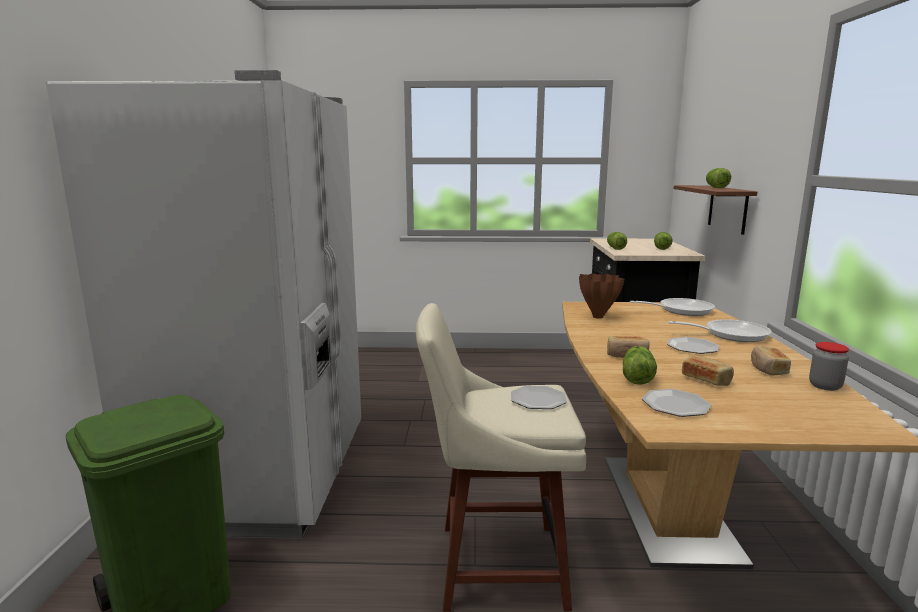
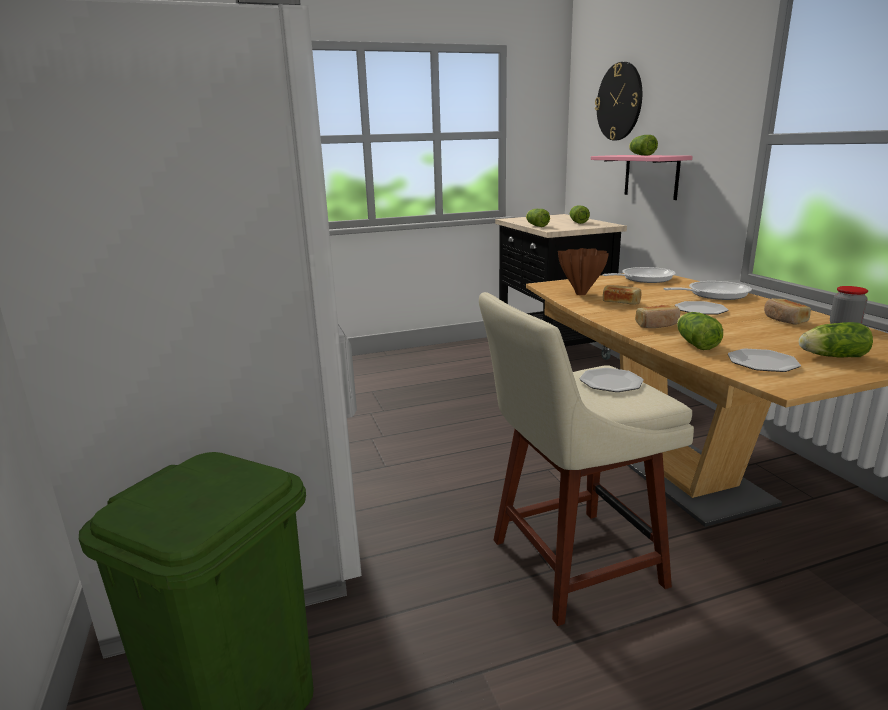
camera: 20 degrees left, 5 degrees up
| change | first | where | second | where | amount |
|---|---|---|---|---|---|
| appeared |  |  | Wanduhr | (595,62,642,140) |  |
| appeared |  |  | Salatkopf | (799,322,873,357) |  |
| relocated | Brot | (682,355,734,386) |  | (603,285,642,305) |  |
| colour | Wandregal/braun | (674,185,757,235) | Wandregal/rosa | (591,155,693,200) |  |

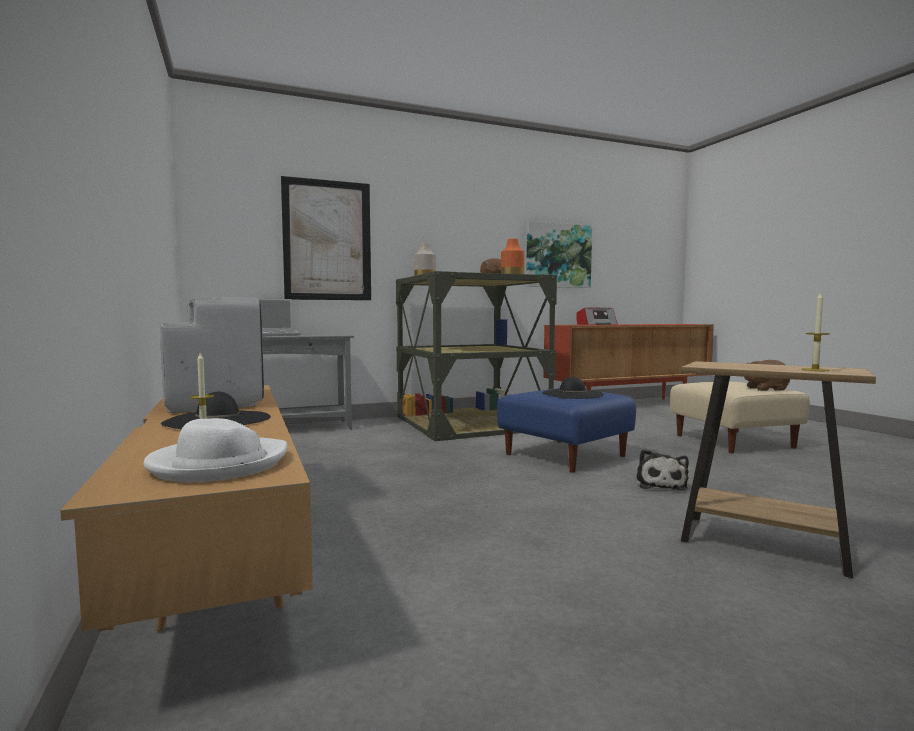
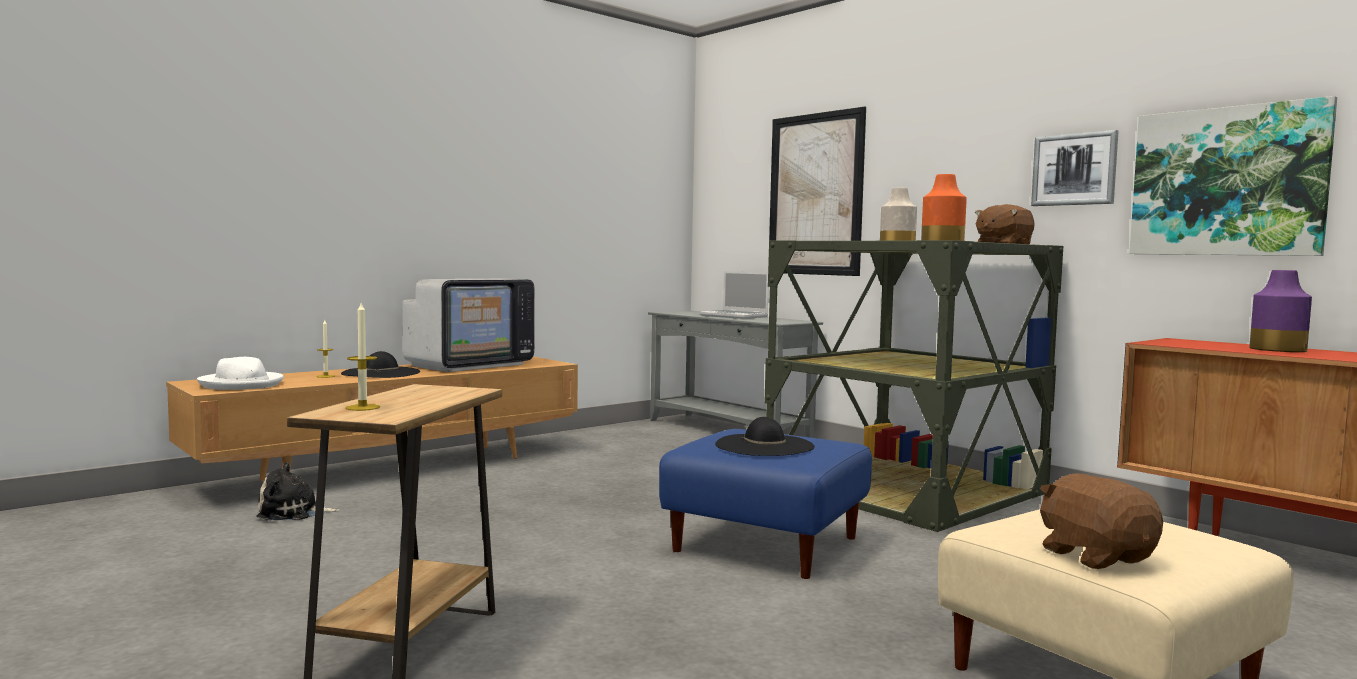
camera: 70 degrees right, 0 degrees up
| change | first | where | second | where | amount |
|---|---|---|---|---|---|
| appeared |  |  | Bild | (1031,130,1118,206) |  |
| relocated | Plüschtier | (637,449,689,491) |  | (256,462,340,520) |  |
| exchanged | Radio | (576,308,618,325) | Vase/lila | (1249,270,1312,352) |  |

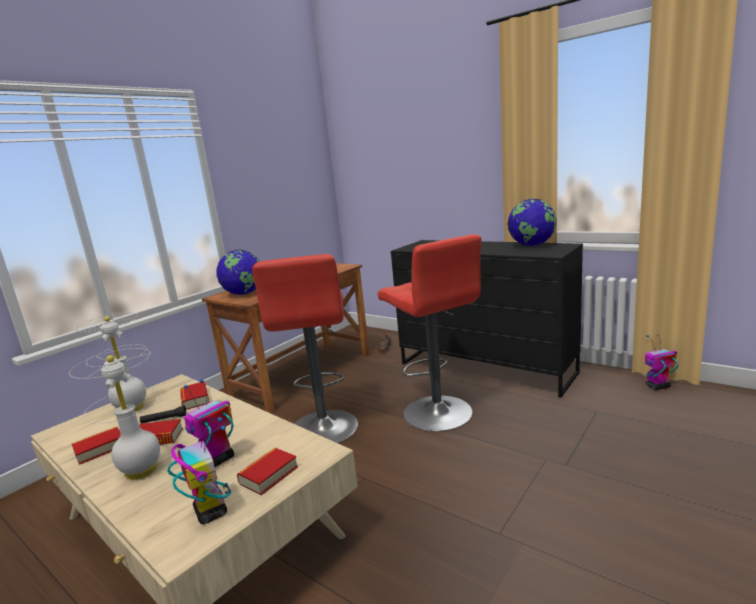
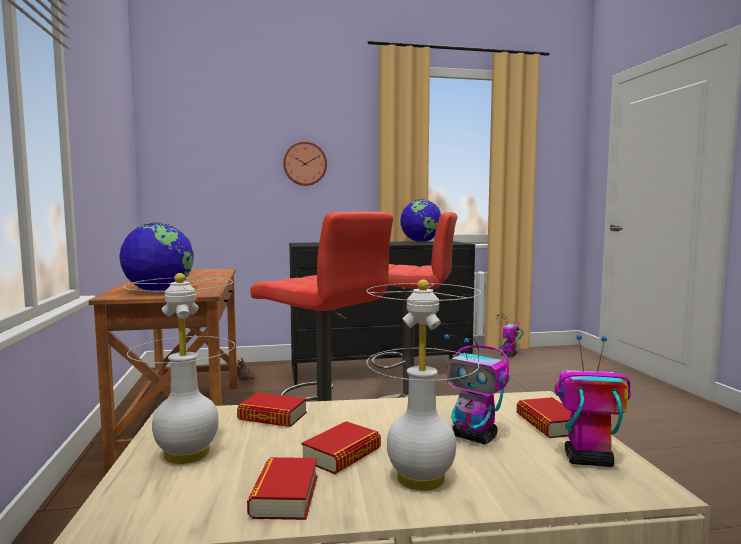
camera: 50 degrees left, 10 degrees down
| change | first | where | second | where | amount |
|---|---|---|---|---|---|
| missing | Taschenlampe/schwarz | (140,406,186,424) |  |  |  |
| appeared |  |  | Wanduhr | (283,142,327,186) |  |
| spun | Spielzeugroboter | (184,379,234,467) |  | (444,334,509,444) | 45 degrees counterclockwise |

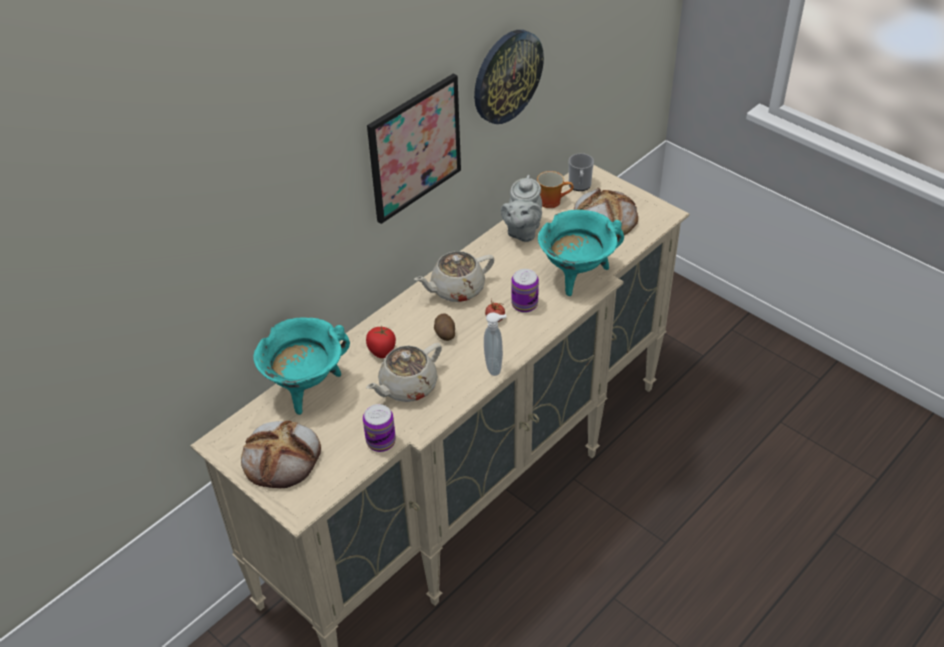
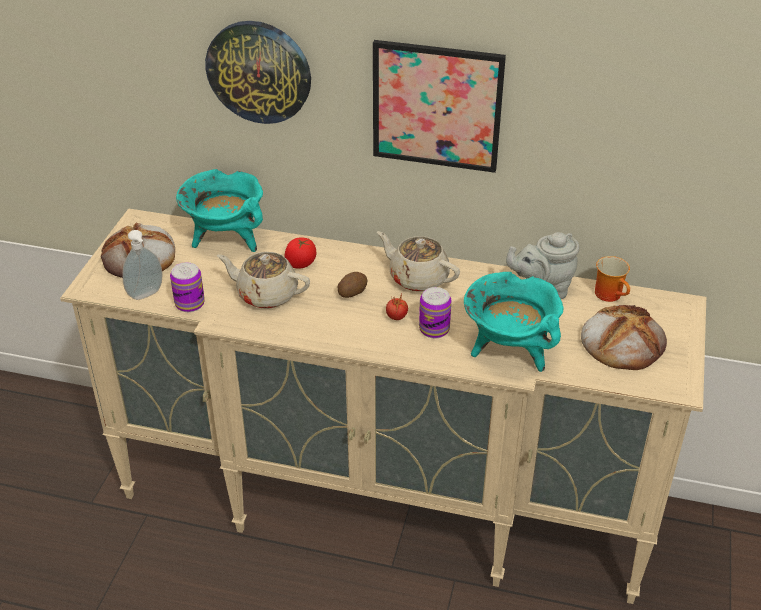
camera: 60 degrees right, 5 degrees down
| change | first | where | second | where | amount |
|---|---|---|---|---|---|
| missing | Henkelbecher | (568,153,594,191) |  |  |  |
| relocated | Wanduhr | (474,30,544,124) |  | (205,21,311,124) |  |
| relocated | Seifenspender | (484,313,506,376) |  | (122,230,163,300) |  |

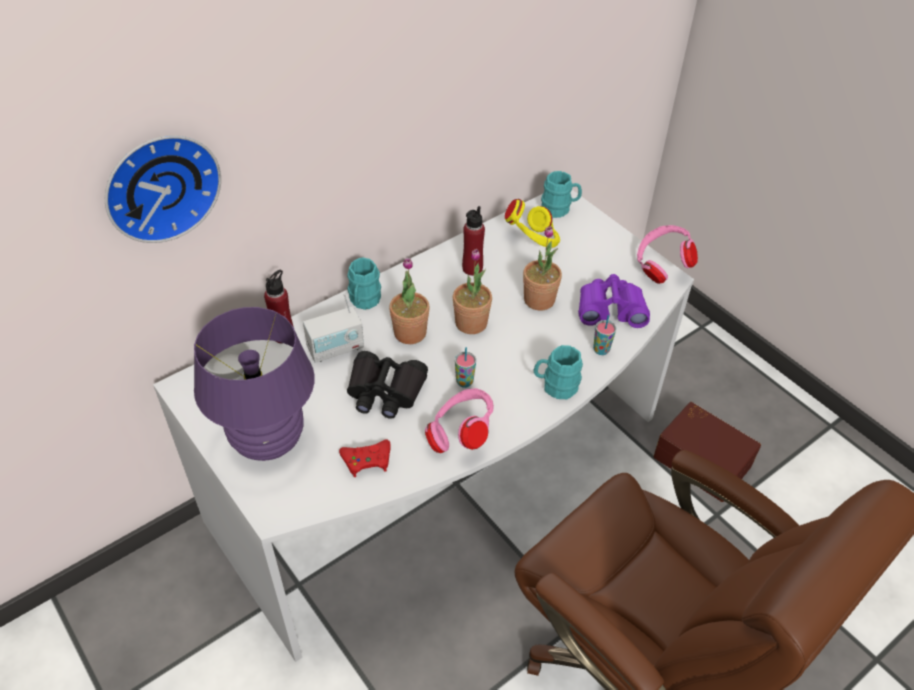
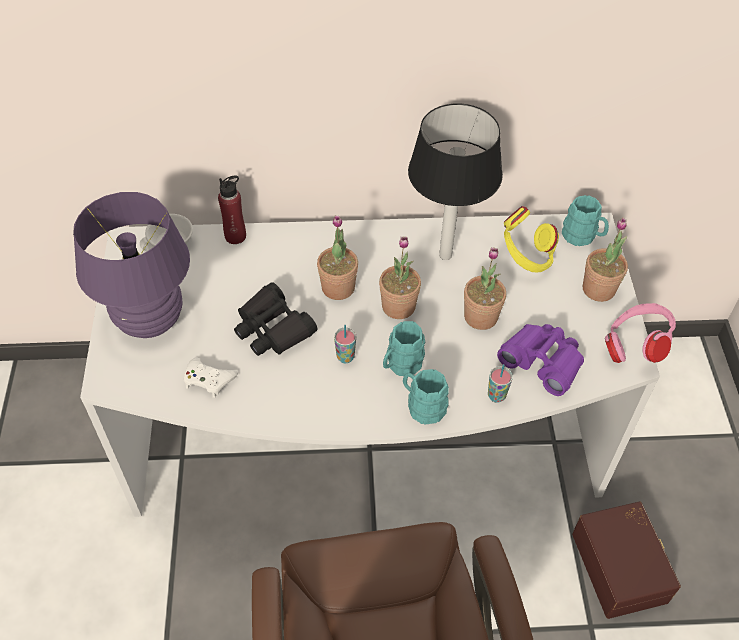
camera: 35 degrees right, 5 degrees up
| change | first | where | second | where | amount |
|---|---|---|---|---|---|
| missing | Wanduhr | (105,135,221,243) |  |  |  |
| missing | Radio | (303,293,364,363) |  |  |  |
| missing | Kopfhörer/rosa | (425,388,494,453) |  |  |  |
| appeared |  |  | Topfpflanze | (583,218,628,302) |  |
| relocated | Henkelbecher/türkis | (347,257,381,310) |  | (383,321,425,376) |  |
| exchanged | Flasche/rot | (462,206,485,276) | Tischlampe | (408,104,503,260) |  |
| colour | Gamepad/rot | (339,440,391,477) | Gamepad/weiß | (184,357,238,398) |  |

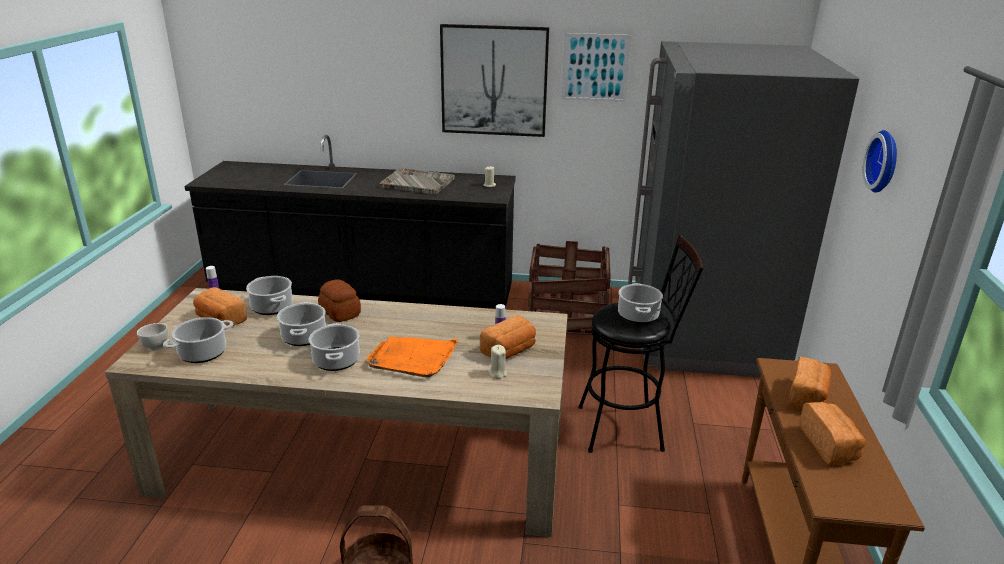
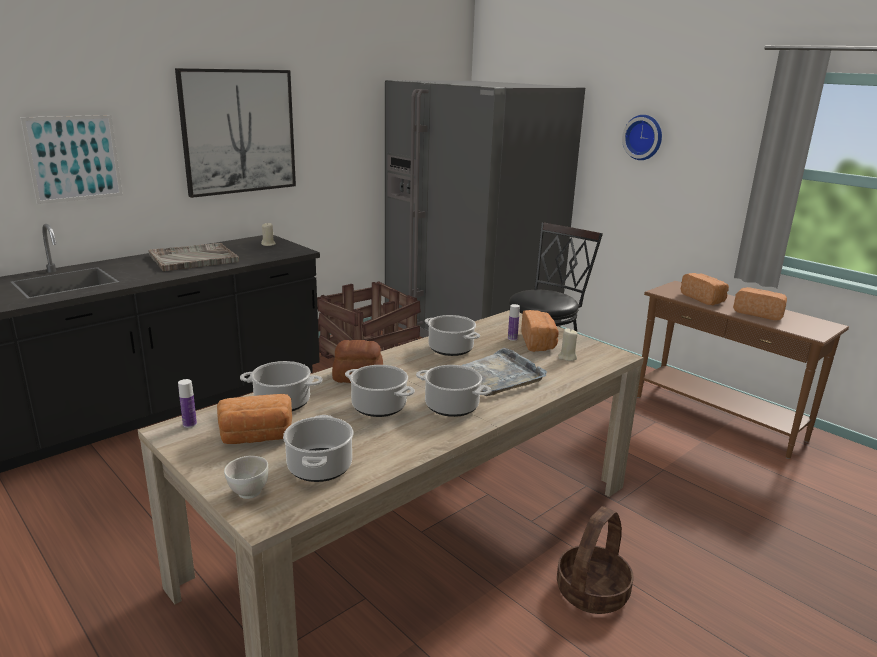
camera: 50 degrees left, 5 degrees down
| change | first | where | second | where | amount |
|---|---|---|---|---|---|
| relocated | Bild | (561,33,631,102) |  | (20,115,123,204) |  |
| relocated | Kochtopf | (618,283,663,324) |  | (425,315,480,356) |  |
| colour | Tablett/orange | (365,336,459,378) | Tablett/grau | (462,348,547,396) |  |

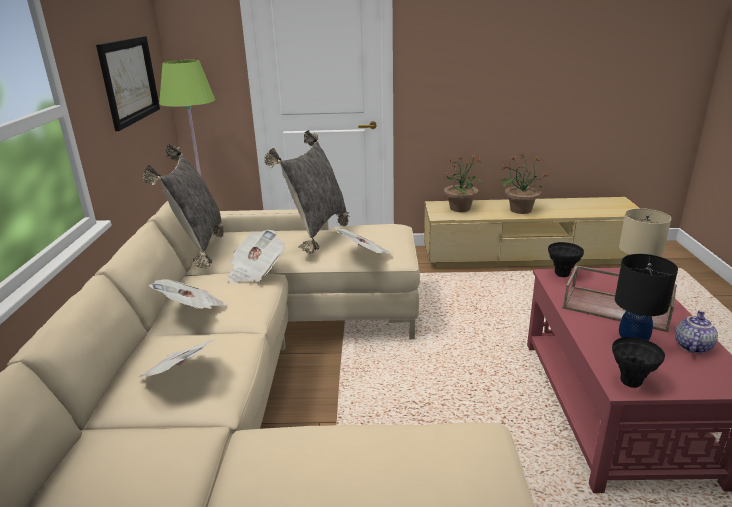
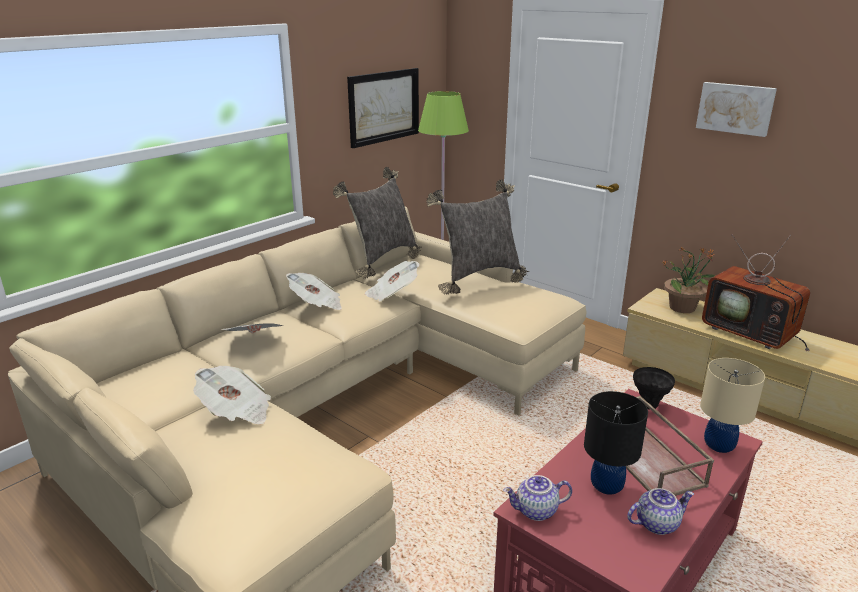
camera: 40 degrees right, 0 degrees up
| change | first | where | second | where | amount |
|---|---|---|---|---|---|
| appeared |  |  | Bild | (696,82,777,137) |  |
| relocated | Zeitung | (335,229,393,254) |  | (193,366,271,424) |  |
| exchanged | Topfpflanze | (500,154,548,214) | Fernseher | (702,234,810,352) |  |
| exchanged | Vase/schwarz | (612,337,665,388) | Teekanne | (503,475,572,521) |  |

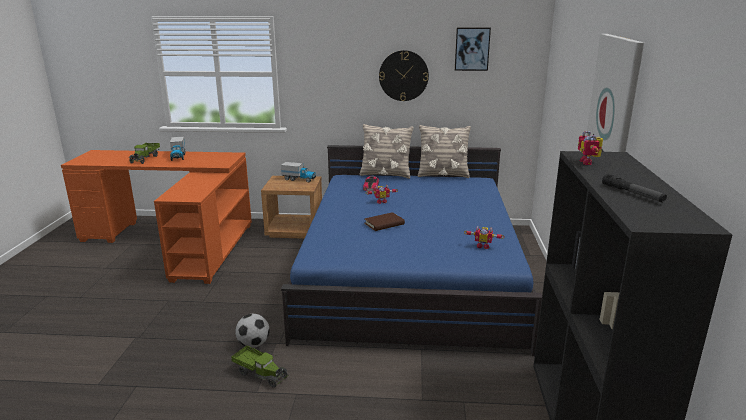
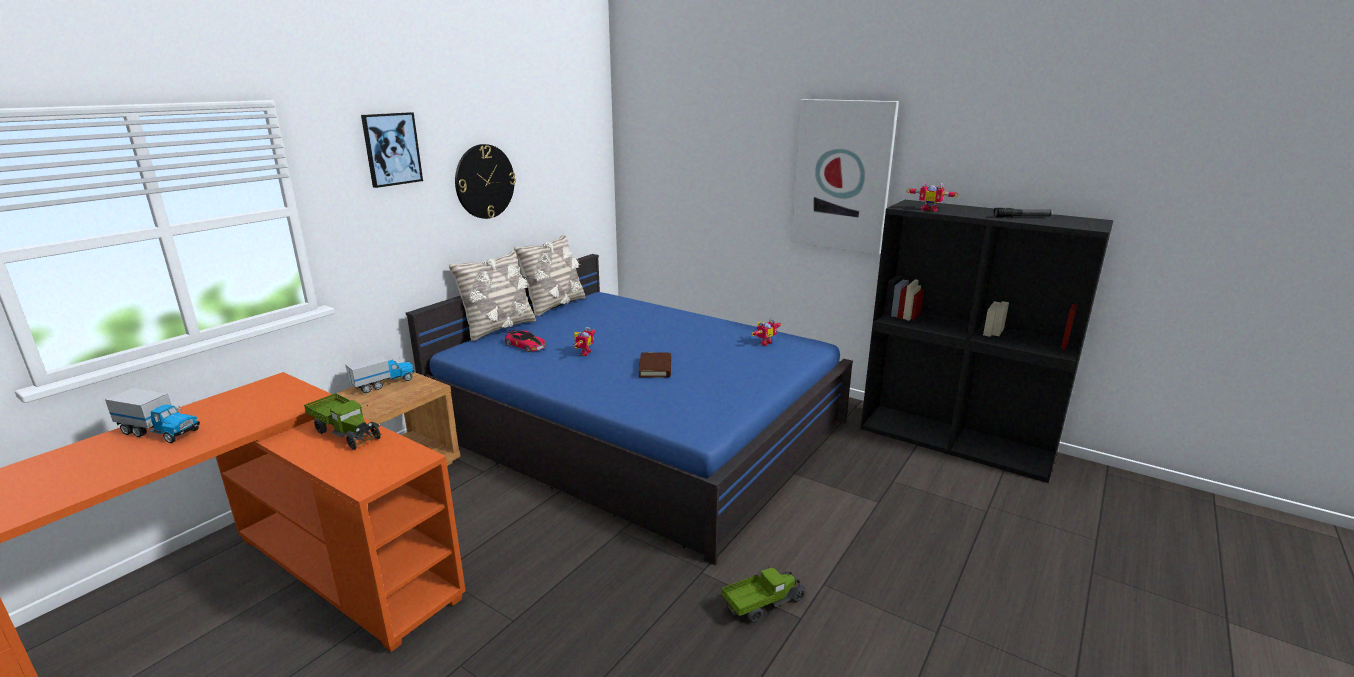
camera: 60 degrees left, 0 degrees up
| change | first | where | second | where | amount |
|---|---|---|---|---|---|
| missing | Fußball | (235,314,270,348) |  |  |  |
| relocated | Spielzeuglaster | (129,143,160,164) |  | (304,393,382,450) |  |
| relocated | Bild | (455,27,491,71) |  | (361,112,423,188) |  |

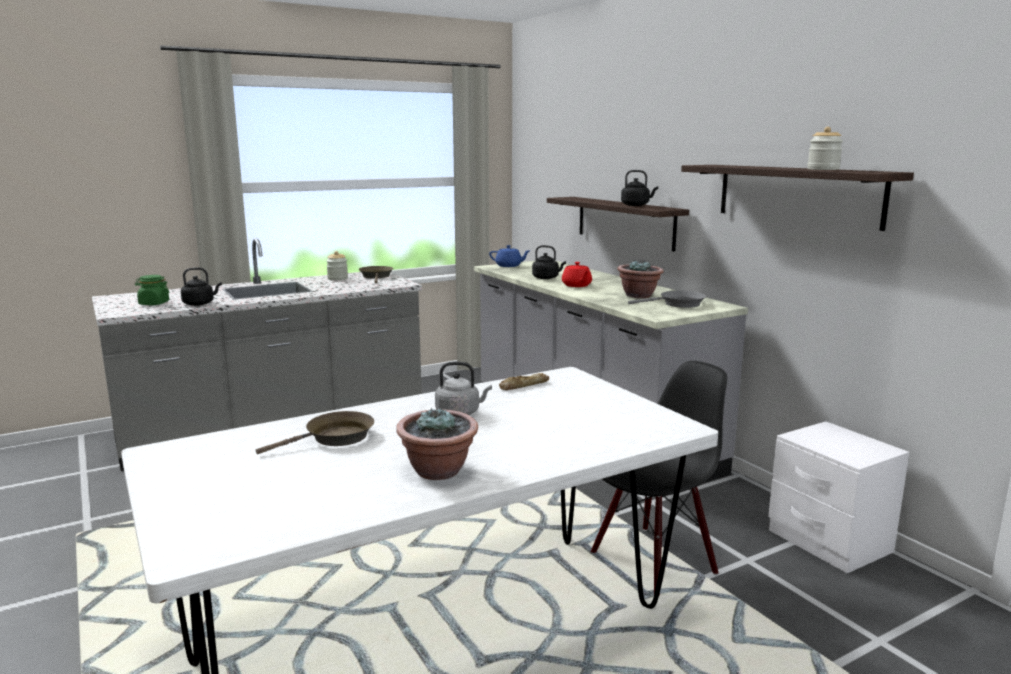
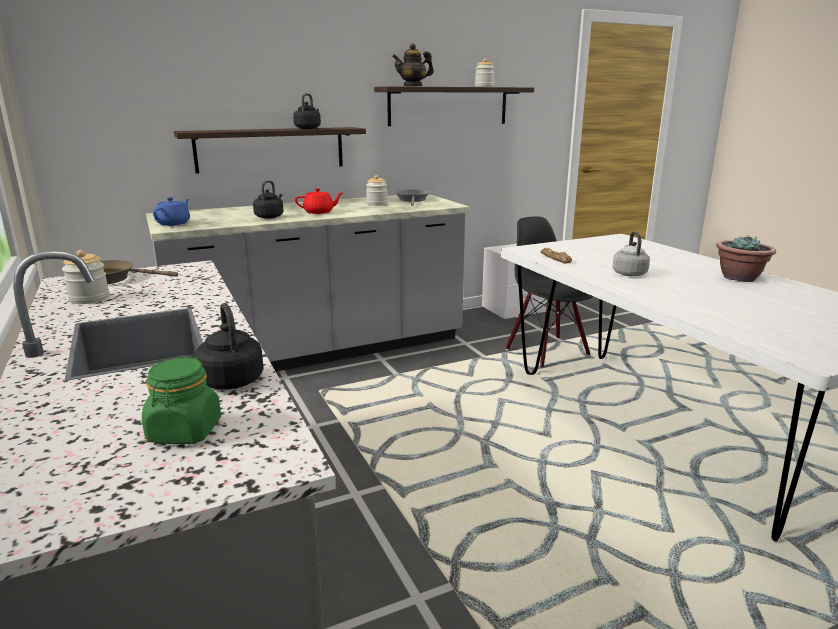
camera: 85 degrees left, 5 degrees up
| change | first | where | second | where | amount |
|---|---|---|---|---|---|
| missing | Pfanne/braun | (256,411,374,454) |  |  |  |
| appeared |  |  | Teekanne | (392,43,434,86) |  |
| exchanged | Topfpflanze | (617,259,664,298) | Vorratsglas | (366,175,387,206) |  |

